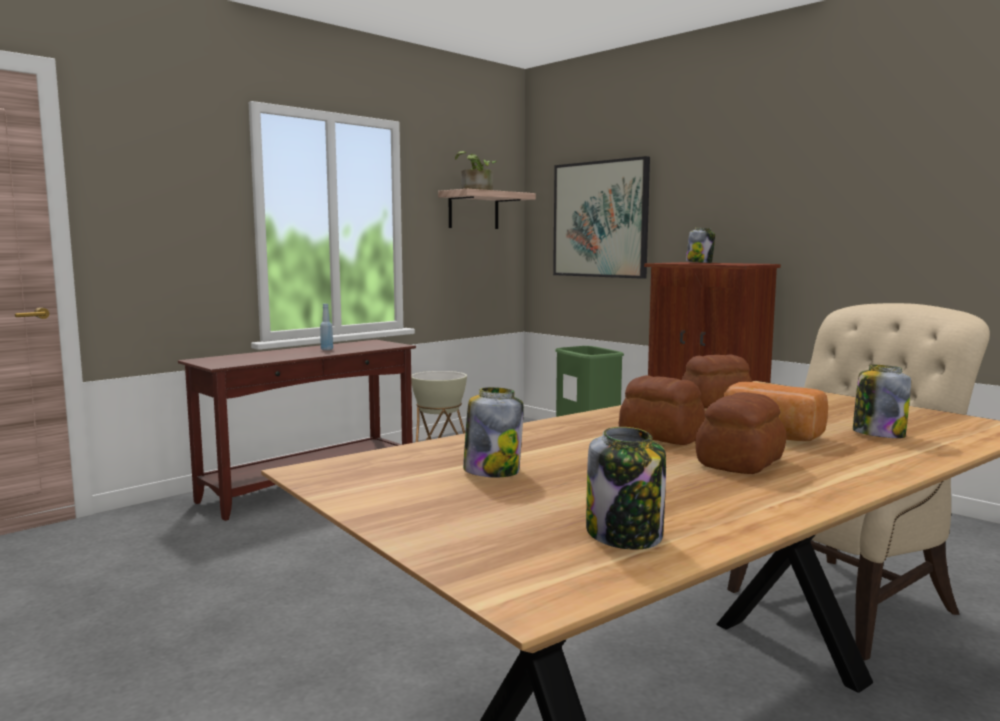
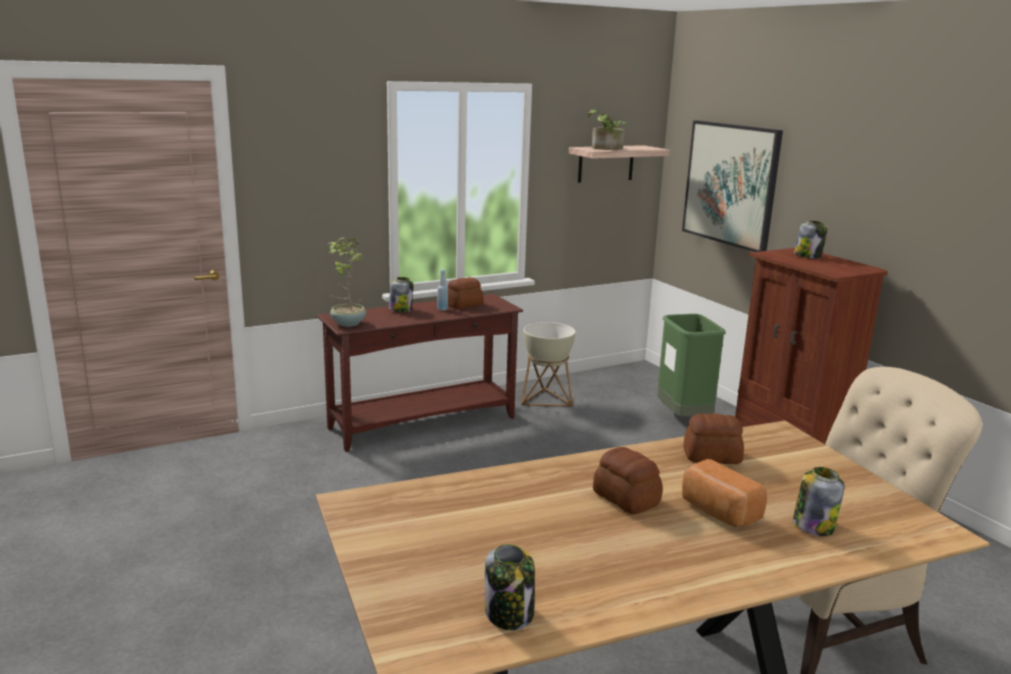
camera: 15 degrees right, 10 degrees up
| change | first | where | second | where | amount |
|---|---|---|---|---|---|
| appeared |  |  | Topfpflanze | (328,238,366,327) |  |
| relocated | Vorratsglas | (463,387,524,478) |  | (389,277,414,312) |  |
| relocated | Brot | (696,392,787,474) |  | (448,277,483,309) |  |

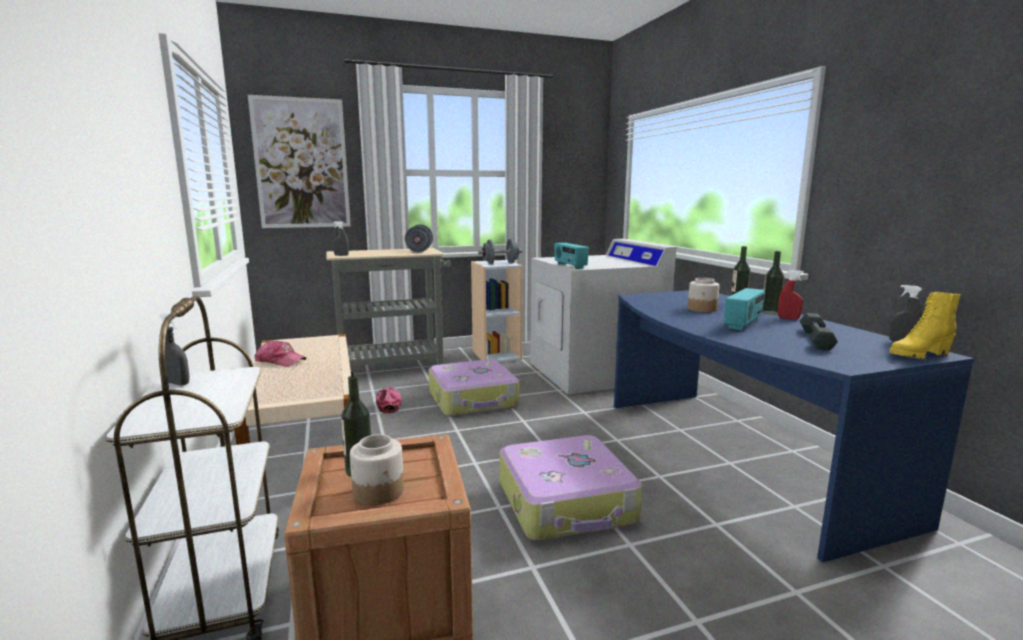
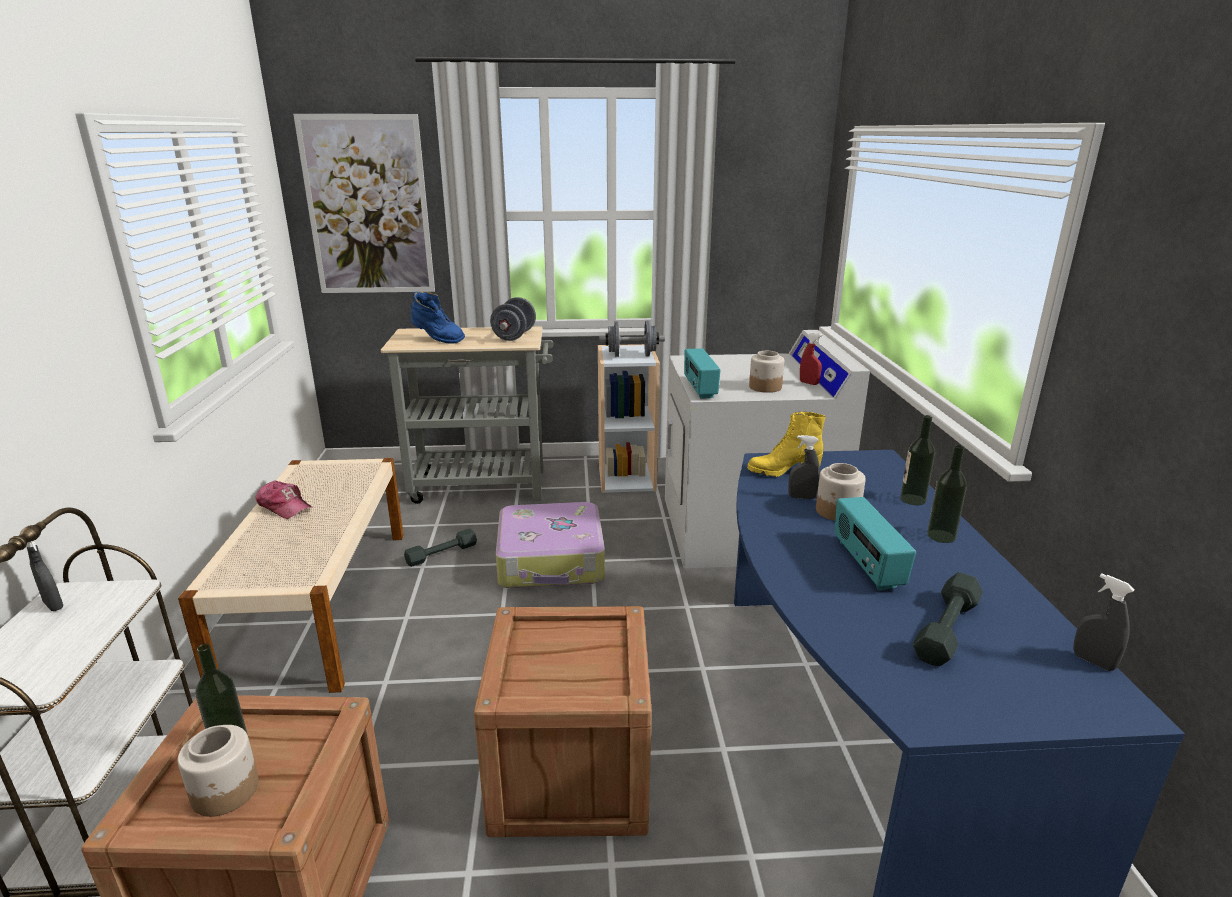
camera: 15 degrees right, 10 degrees up
| change | first | where | second | where | amount |
|---|---|---|---|---|---|
| appeared |  |  | Stiefel/blau | (411,292,465,344) |  |
| appeared |  |  | Vorratsglas | (749,351,784,393) |  |
| relocated | Sprühflasche/grau | (333,221,349,256) |  | (788,435,820,499) |  |
| relocated | Sprühflasche/rot | (778,270,804,319) |  | (800,333,823,385) |  |
| relocated | Stiefel/gelb | (889,292,960,359) |  | (747,412,825,477) |  |
| exchanged | Kappe | (376,387,402,414) | Hantel/grau | (404,528,477,567) |  |
| exchanged | Koffer | (500,435,642,541) | Kiste | (474,606,652,837) |  |
| spun | Radio | (724,288,765,331) |  | (834,497,916,591) | 120 degrees clockwise |

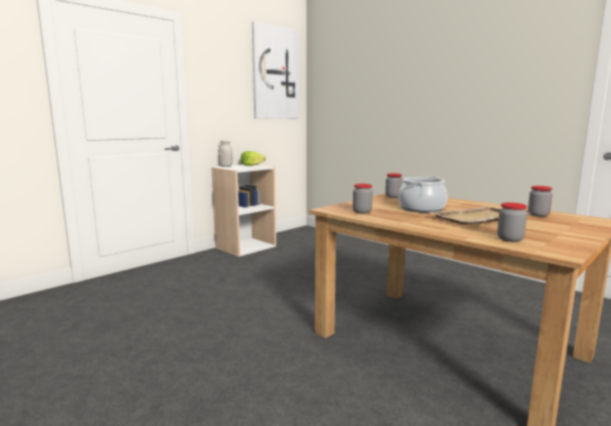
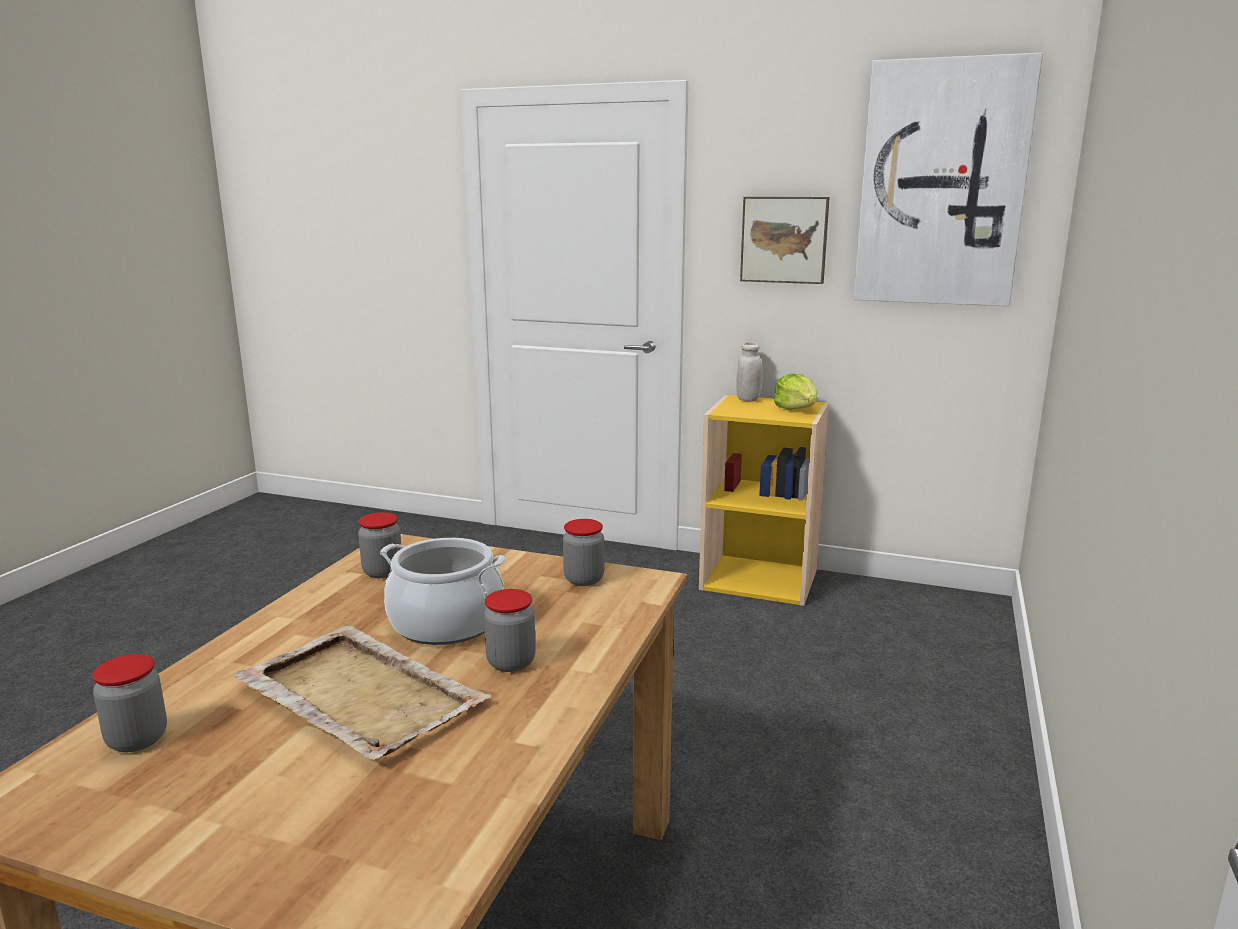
camera: 65 degrees right, 5 degrees up
| change | first | where | second | where | amount |
|---|---|---|---|---|---|
| appeared |  |  | Bild | (740,197,830,284) |  |
| relocated | Vorratsglas | (528,186,552,217) |  | (484,589,536,672) |  |
| colour | Bücherregal/weiß | (211,165,276,257) | Bücherregal/gelb | (699,395,829,606) |  |

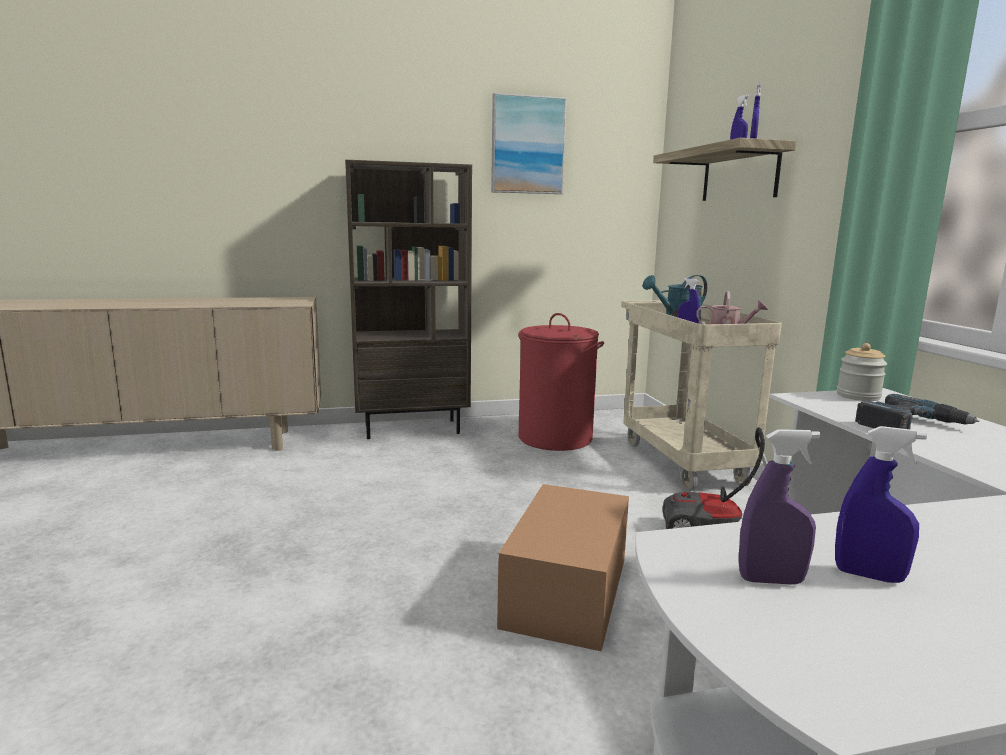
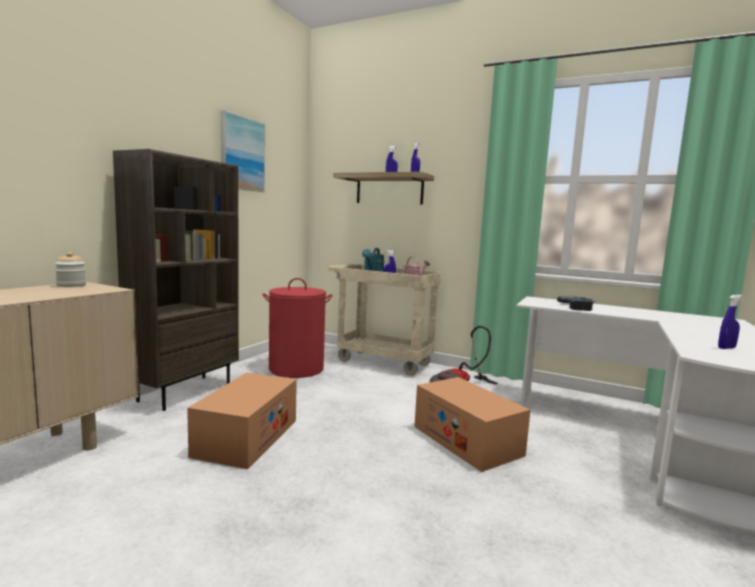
camera: 50 degrees left, 5 degrees down
| change | first | where | second | where | amount |
|---|---|---|---|---|---|
| missing | Sprühflasche/lila | (739,429,821,584) |  |  |  |
| appeared |  |  | Karton | (187,373,297,469) |  |
| relocated | Vorratsglas | (837,343,887,401) |  | (55,252,86,287) |  |

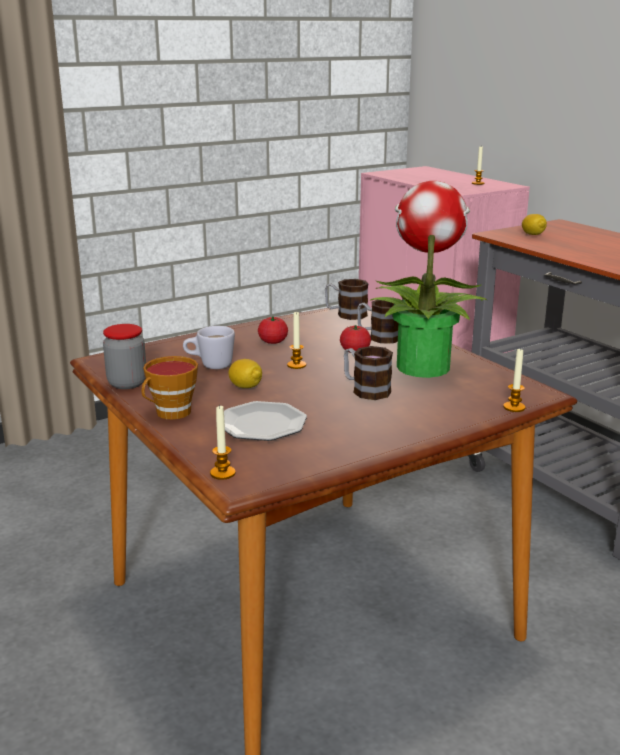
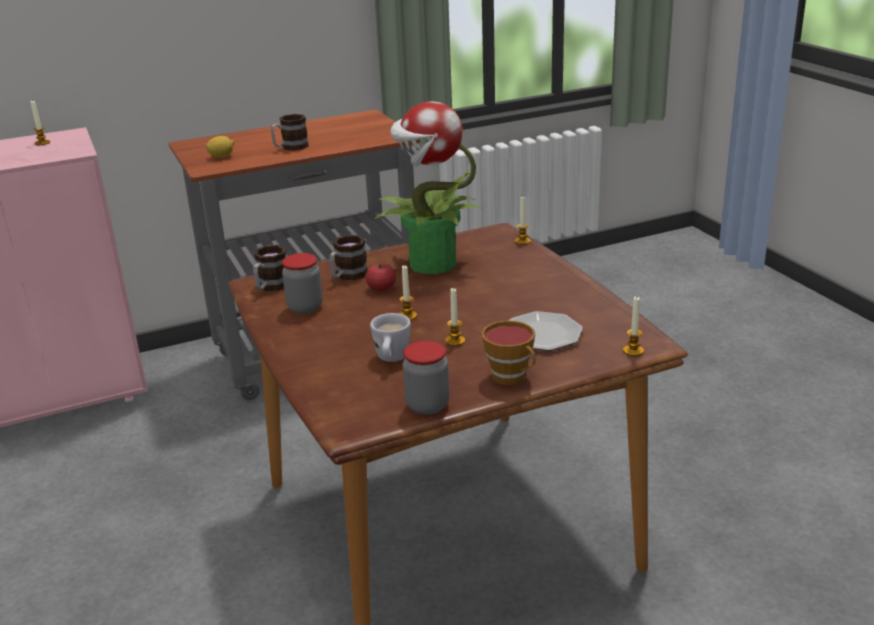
camera: 80 degrees left, 5 degrees up
| change | first | where | second | where | amount |
|---|---|---|---|---|---|
| missing | Tomate | (258,316,288,344) |  |  |  |
| appeared |  |  | Vorratsglas | (282,253,323,314) |  |
| relocated | Henkelbecher | (344,346,393,400) |  | (271,114,309,151) |  |
| exchanged | Zitrone | (228,359,262,388) | Kerze | (445,288,465,346) |  |

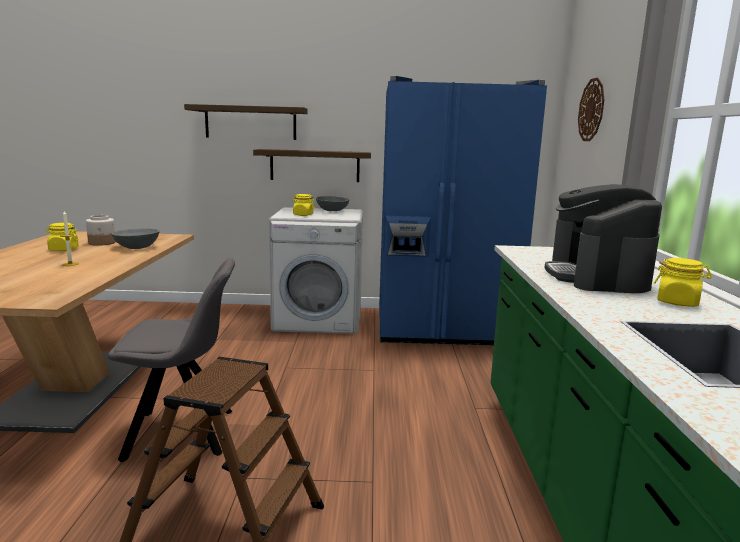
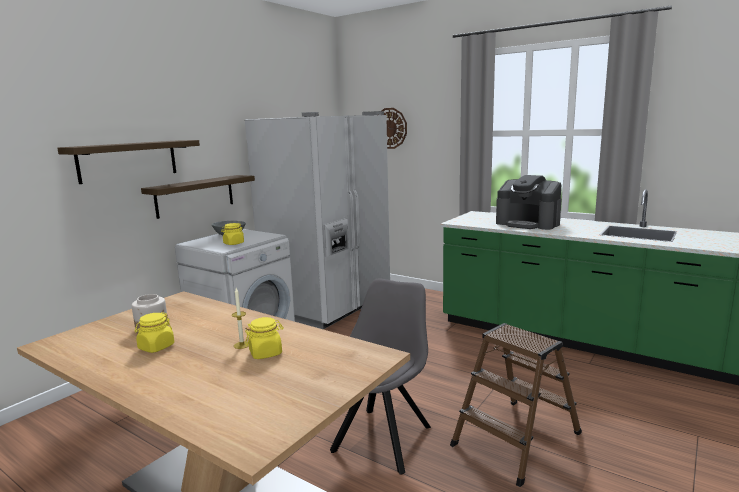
camera: 55 degrees left, 0 degrees up
| change | first | where | second | where | amount |
|---|---|---|---|---|---|
| missing | Schüssel/grau | (112,229,160,249) |  |  |  |
| relocated | Vorratsglas/gelb | (654,258,712,307) |  | (245,317,284,359) |  |
| colour | Kühlschrank/blau | (379,76,547,346) | Kühlschrank/weiß | (245,111,390,330) |  |

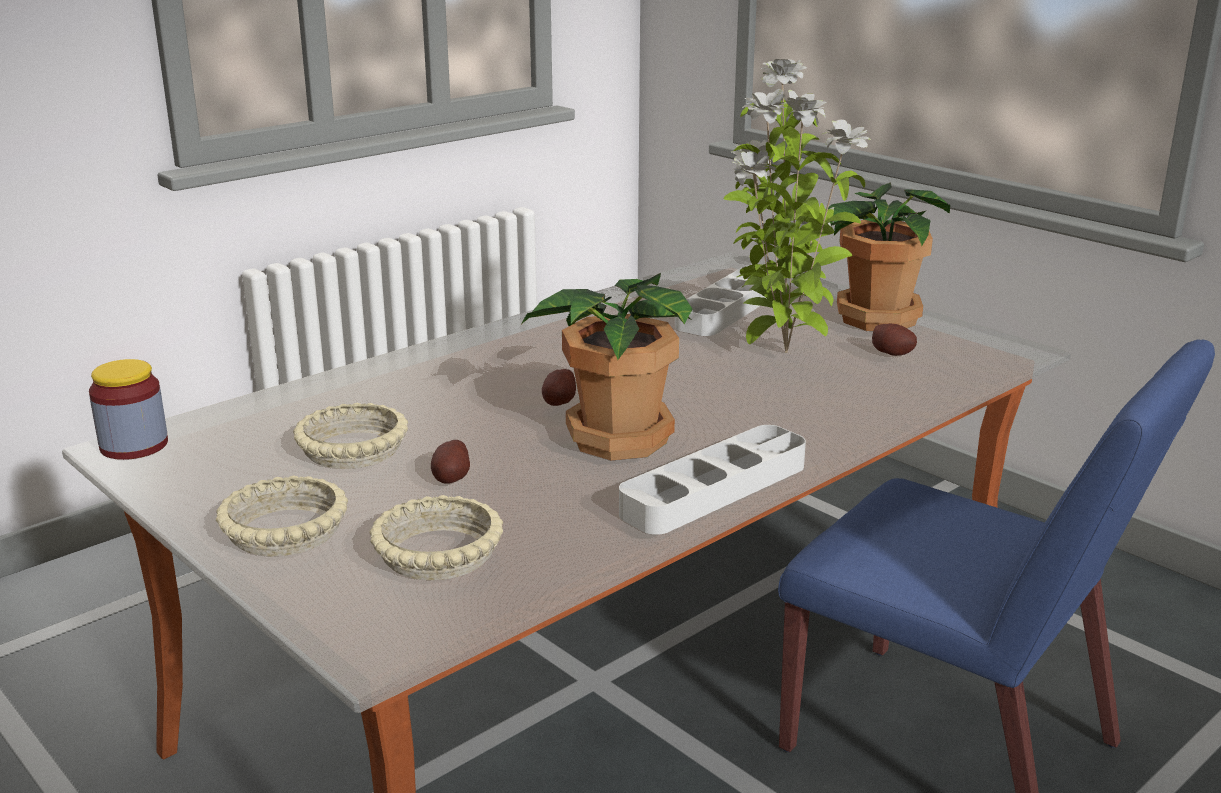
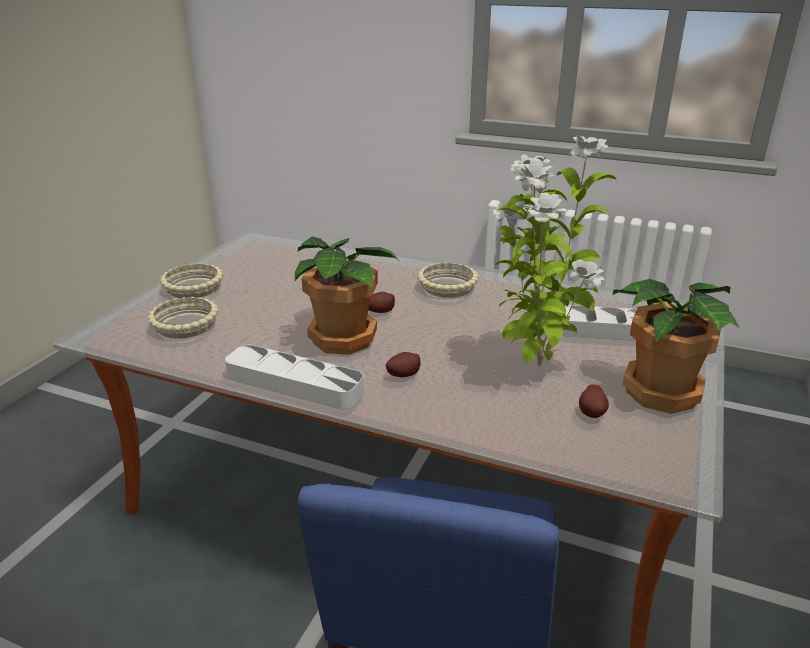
camera: 65 degrees right, 5 degrees up
| change | first | where | second | where | amount |
|---|---|---|---|---|---|
| missing | Vorratsglas | (89,359,168,460) |  |  |  |
| relocated | Schüssel/beige | (293,403,408,469) |  | (418,262,479,298) |  |
| relocated | Kartoffel | (431,440,470,484) |  | (386,352,421,377) |  |

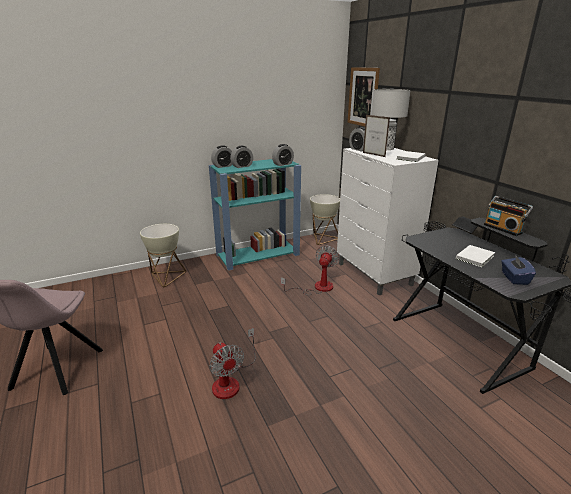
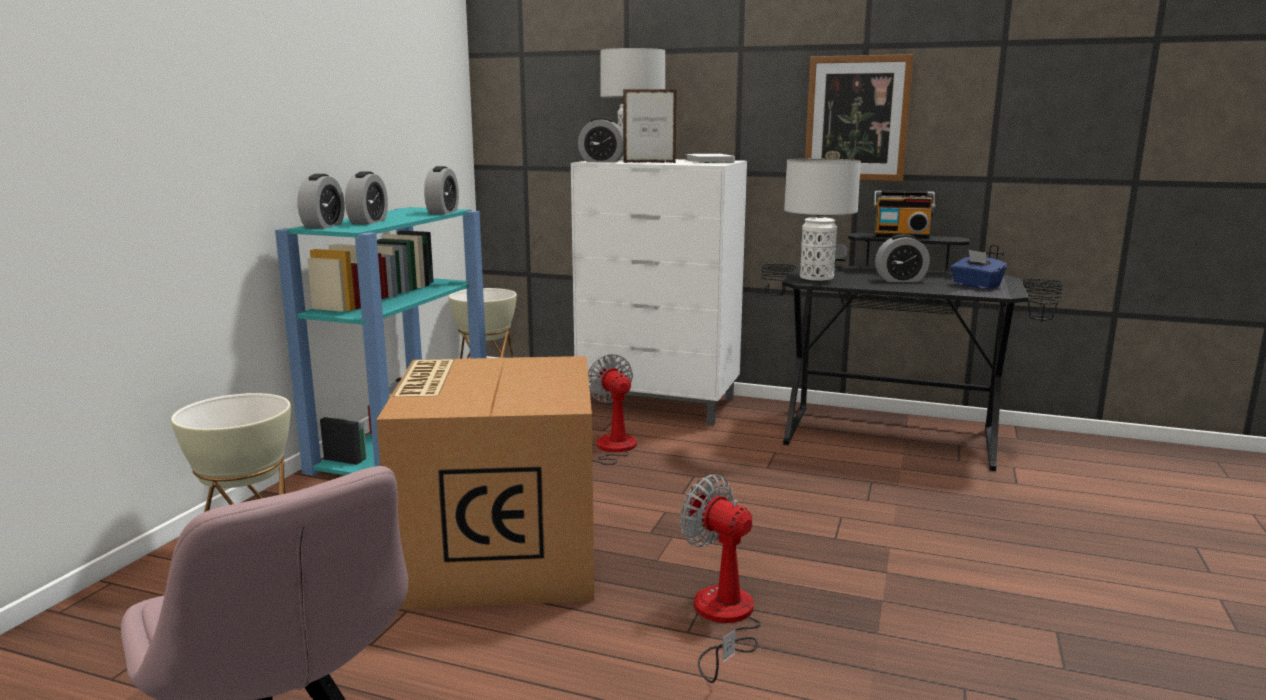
camera: 45 degrees left, 10 degrees down
| change | first | where | second | where | amount |
|---|---|---|---|---|---|
| appeared |  |  | Karton | (377,356,594,609) |  |
| appeared |  |  | Tischlampe/weiß | (784,159,861,281) |  |
| relocated | Bild | (348,67,380,126) |  | (805,54,913,181) |  |
| exchanged | Buch/weiß | (456,245,495,267) | Wecker | (875,234,930,282) |  |
| spun | Ventilator | (209,328,256,399) |  | (680,475,761,683) | 150 degrees counterclockwise |

